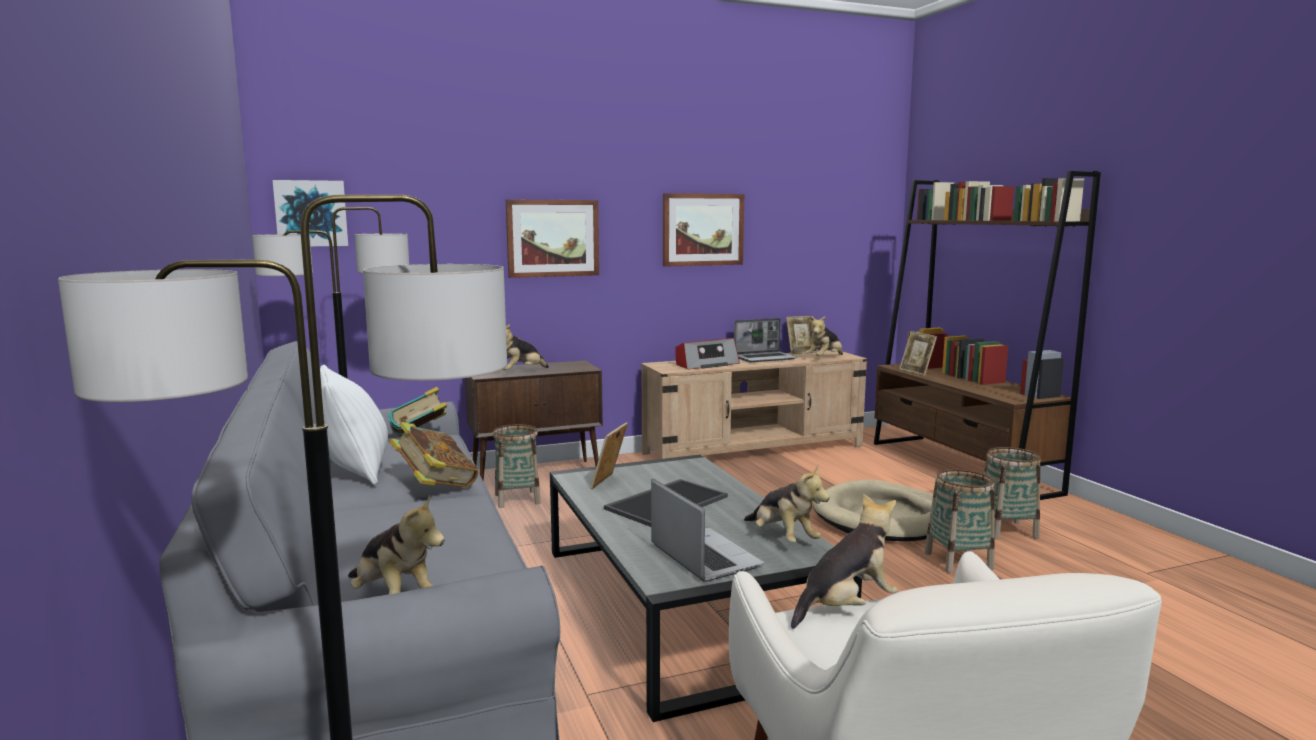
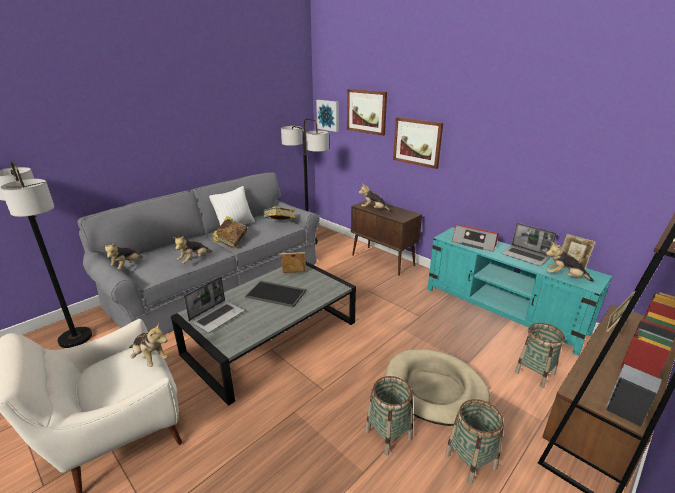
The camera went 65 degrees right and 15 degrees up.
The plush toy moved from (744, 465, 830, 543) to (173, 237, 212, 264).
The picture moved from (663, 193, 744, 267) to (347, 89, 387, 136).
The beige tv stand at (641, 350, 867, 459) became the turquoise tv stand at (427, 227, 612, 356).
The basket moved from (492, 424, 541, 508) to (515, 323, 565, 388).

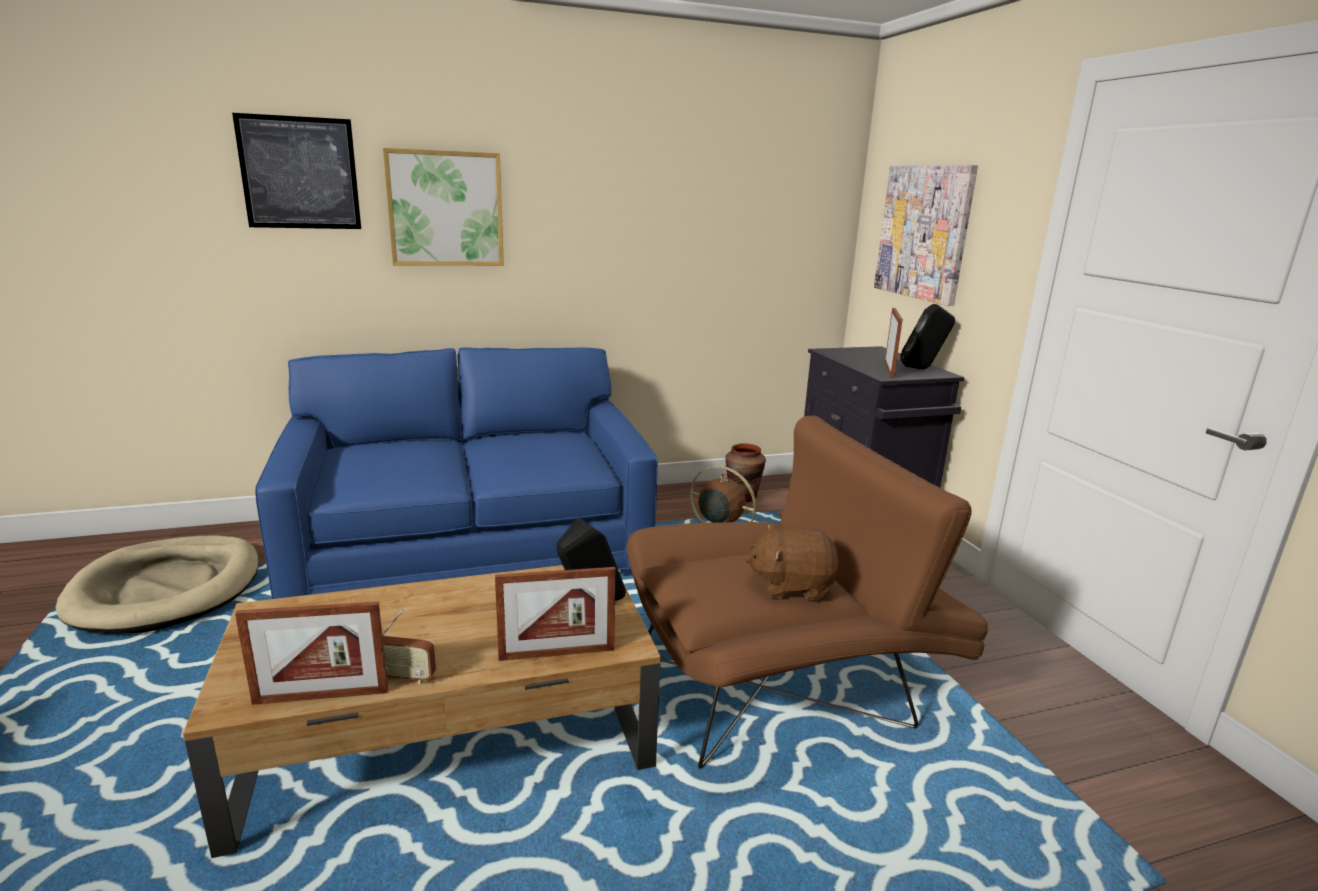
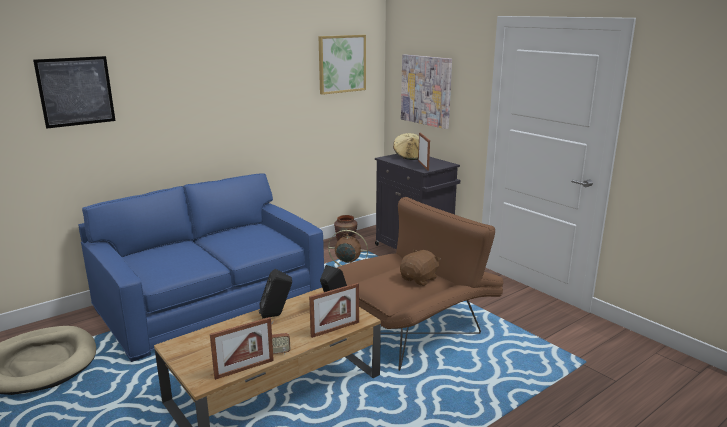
The camera went 20 degrees left and 0 degrees up.
The black speaker moved from (901, 304, 955, 369) to (259, 269, 292, 318).
The picture moved from (383, 148, 504, 266) to (319, 35, 366, 95).
The beige hat at (393, 133, 419, 160) appeared.
The brown plush toy at (745, 523, 839, 600) turned 150 degrees clockwise.

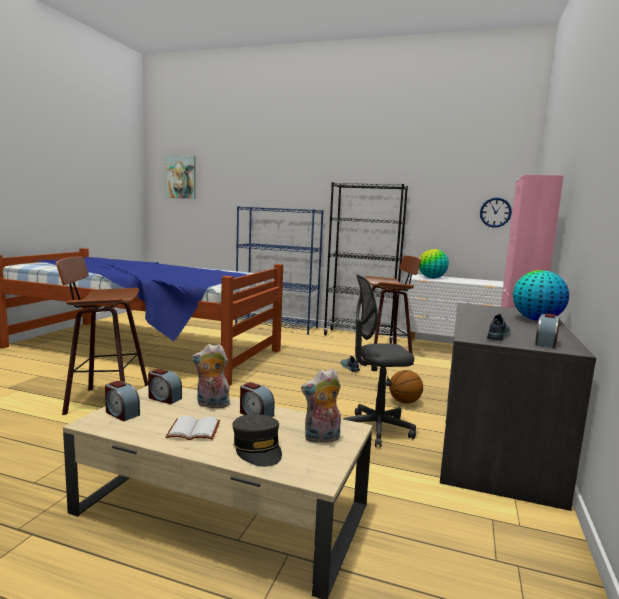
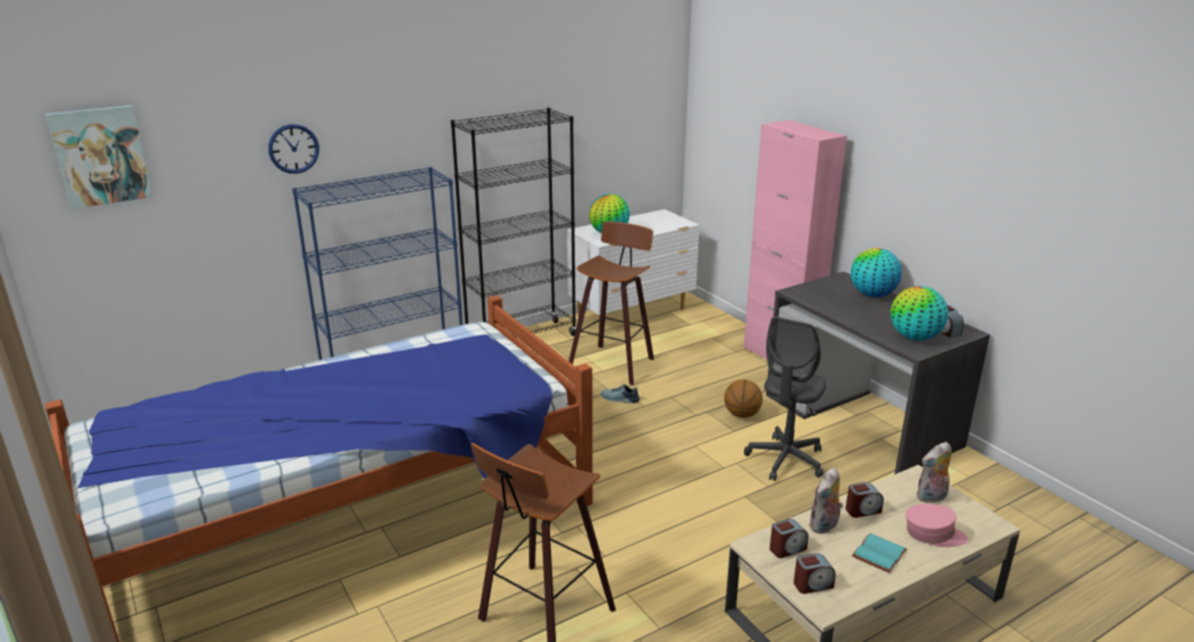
The camera went 50 degrees left and 15 degrees up.
The wall clock moved from (480, 197, 512, 228) to (268, 124, 319, 174).
The white book at (166, 416, 220, 440) became the turquoise book at (852, 533, 907, 573).
The shoe at (487, 313, 511, 341) was replaced by the globe at (890, 286, 948, 341).
The grey cap at (233, 414, 282, 467) became the pink cap at (906, 504, 968, 547).
The plush toy at (301, 369, 341, 443) turned 45 degrees clockwise.

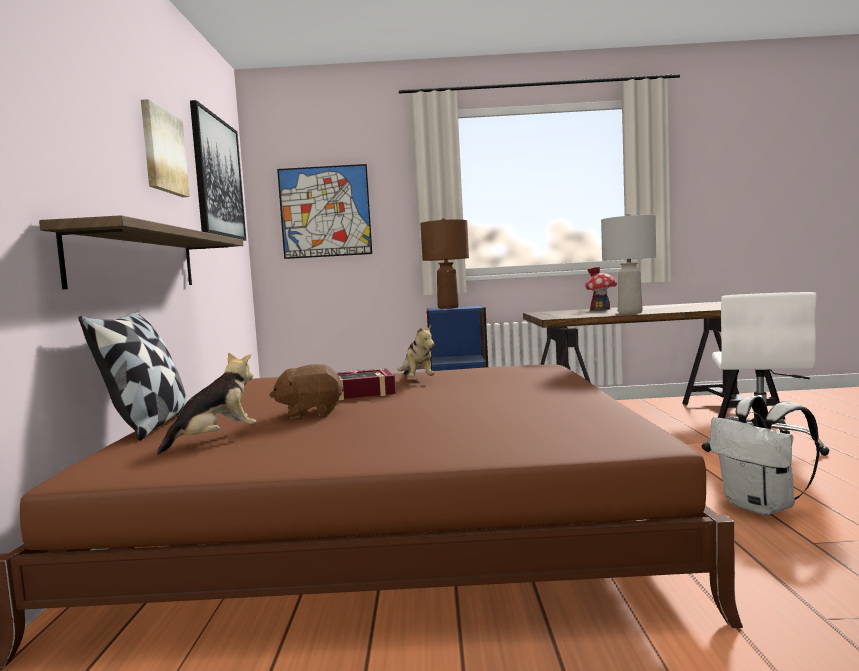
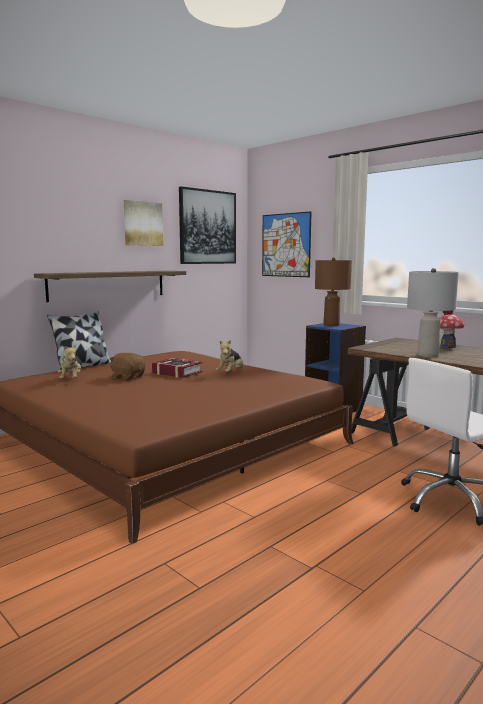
The camera went 45 degrees right and 5 degrees up.
The plush toy at (157, 352, 256, 455) turned 75 degrees clockwise.
The white backpack at (710, 396, 820, 515) disappeared.

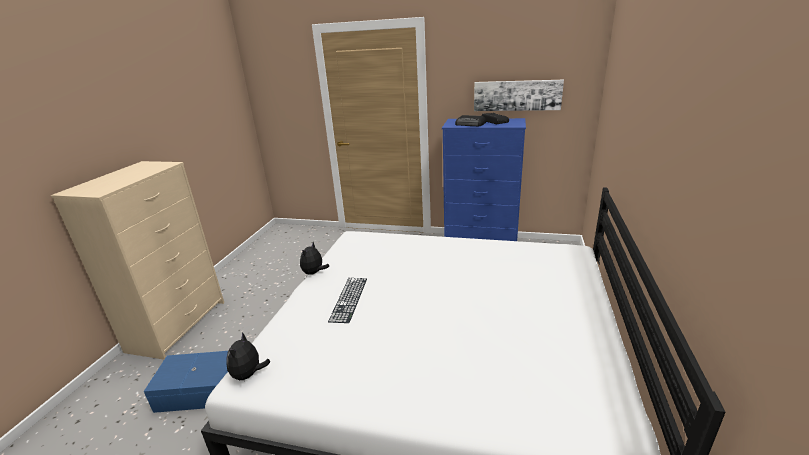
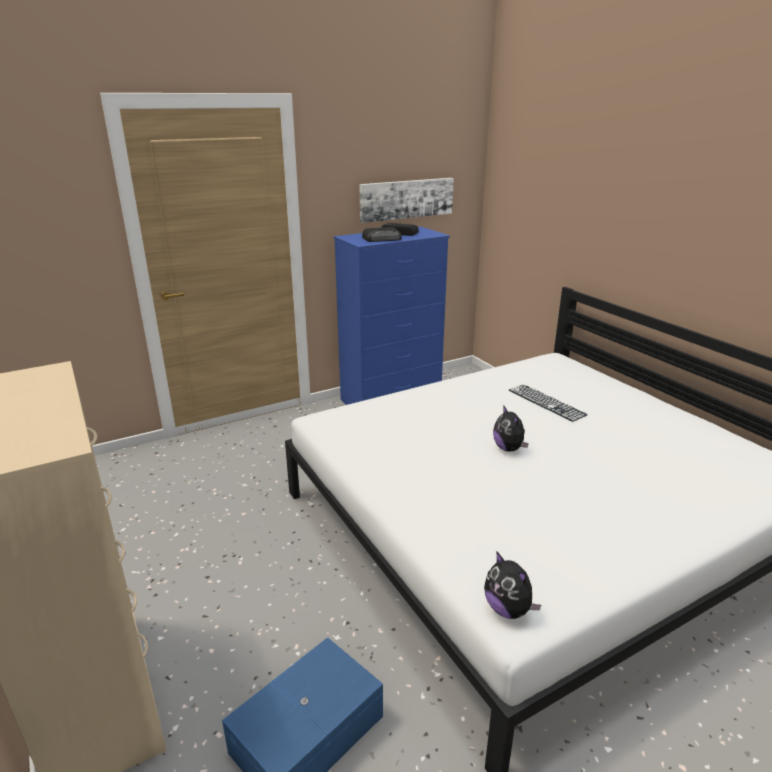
The camera went 45 degrees left and 0 degrees up.
The plush toy moved from (300, 242, 329, 275) to (493, 405, 529, 452).
The keyboard moved from (328, 278, 367, 323) to (509, 384, 588, 422).

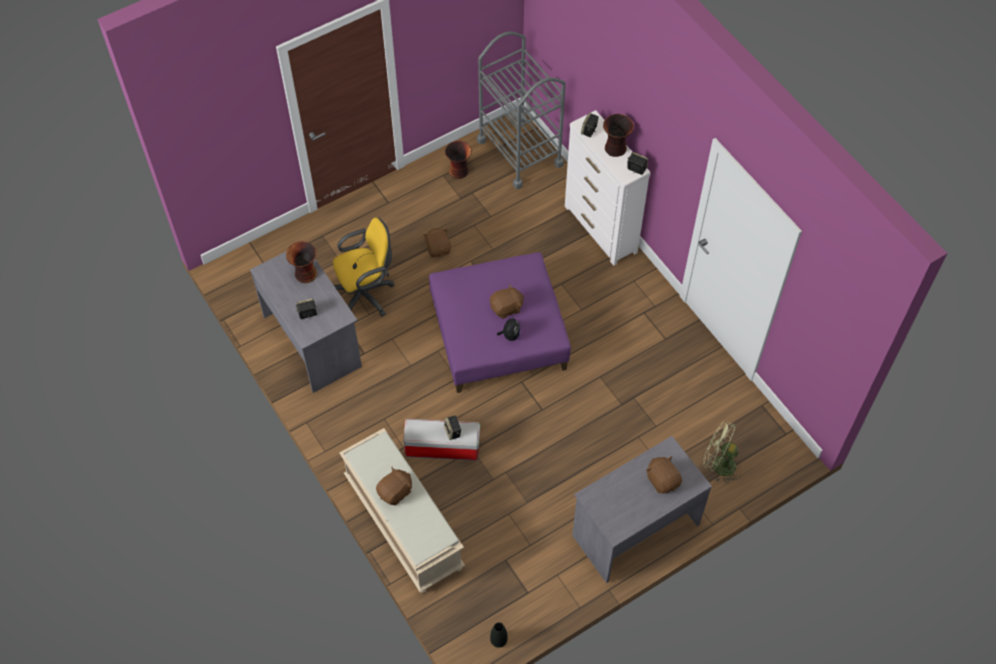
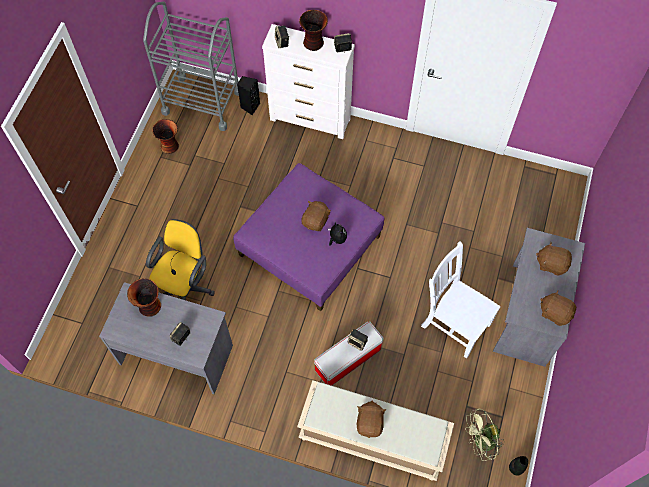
The camera went 40 degrees left and 5 degrees up.
The black speaker at (237, 76, 260, 115) appeared.
The white chair at (421, 241, 501, 359) appeared.
The green fan moved from (703, 421, 740, 484) to (465, 408, 504, 461).
The brown plush toy moved from (423, 228, 451, 258) to (540, 290, 576, 326).

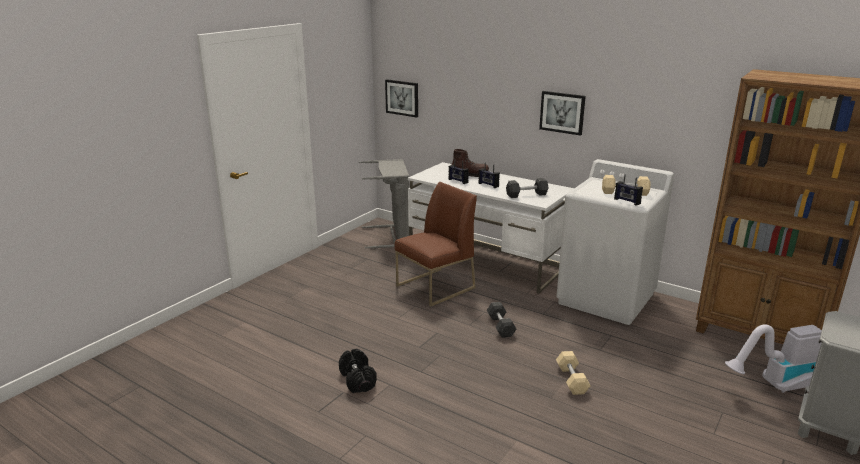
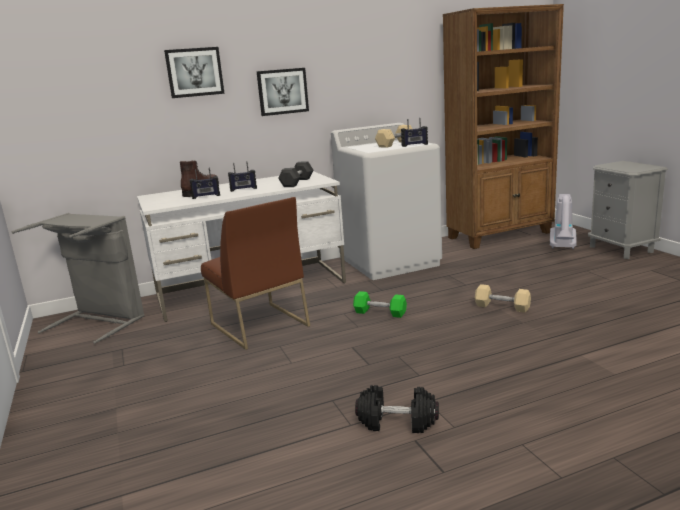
The camera went 55 degrees left and 5 degrees down.
The picture moved from (385, 79, 418, 118) to (164, 47, 225, 98).
The brown chair at (394, 182, 477, 307) turned 150 degrees clockwise.
The grey dumbbell at (487, 302, 516, 338) became the green dumbbell at (353, 291, 407, 318).

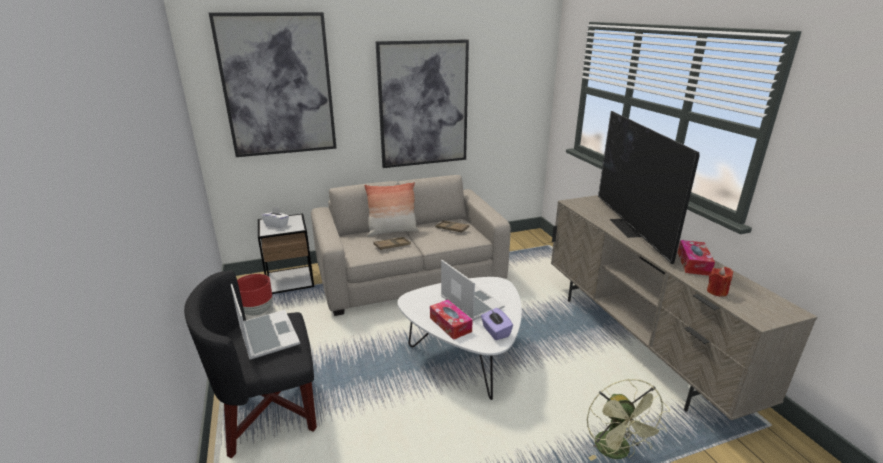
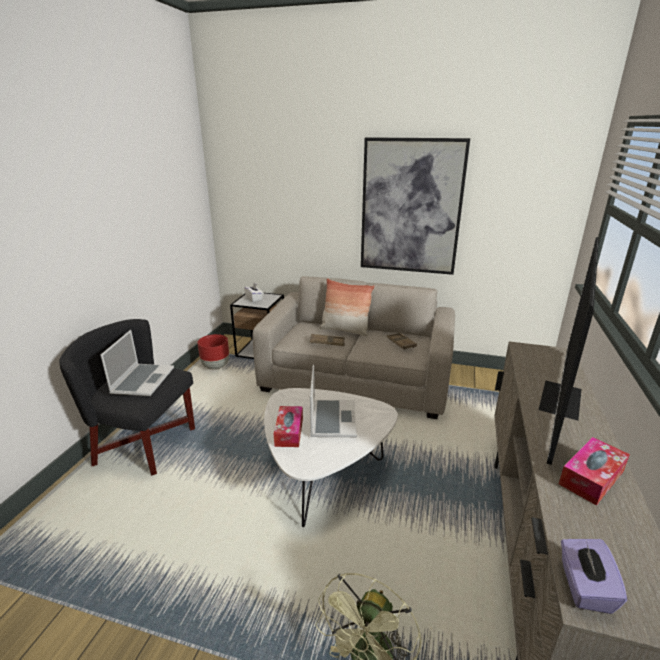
The camera went 35 degrees right and 0 degrees up.
The purple tissue box moved from (481, 308, 513, 340) to (561, 539, 627, 614).
The picture at (209, 12, 337, 157) disappeared.
The red candle at (707, 267, 733, 297) disappeared.

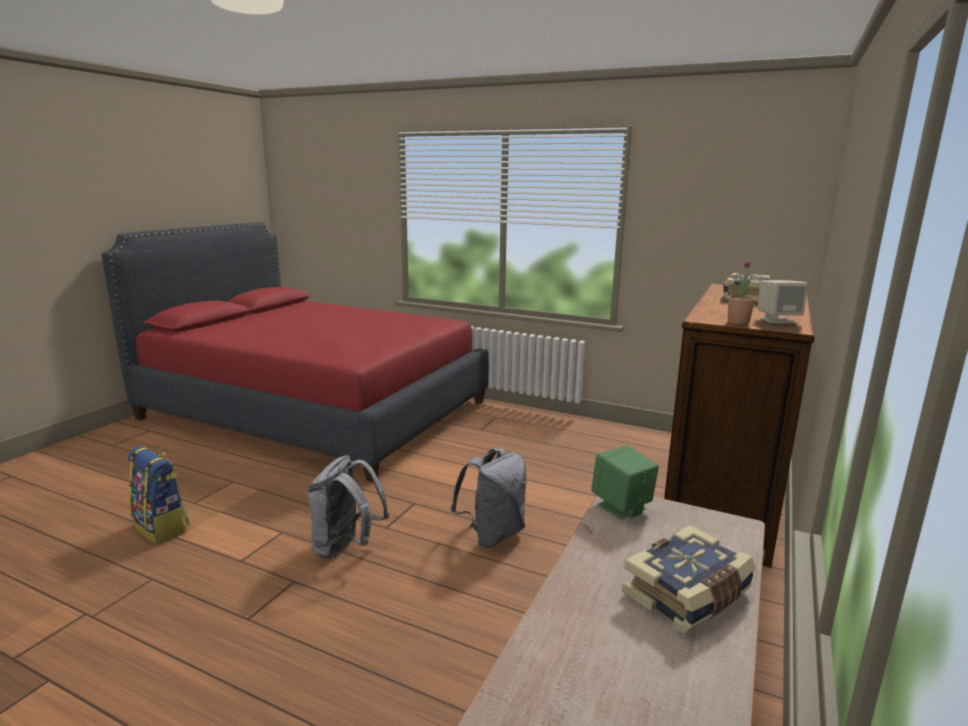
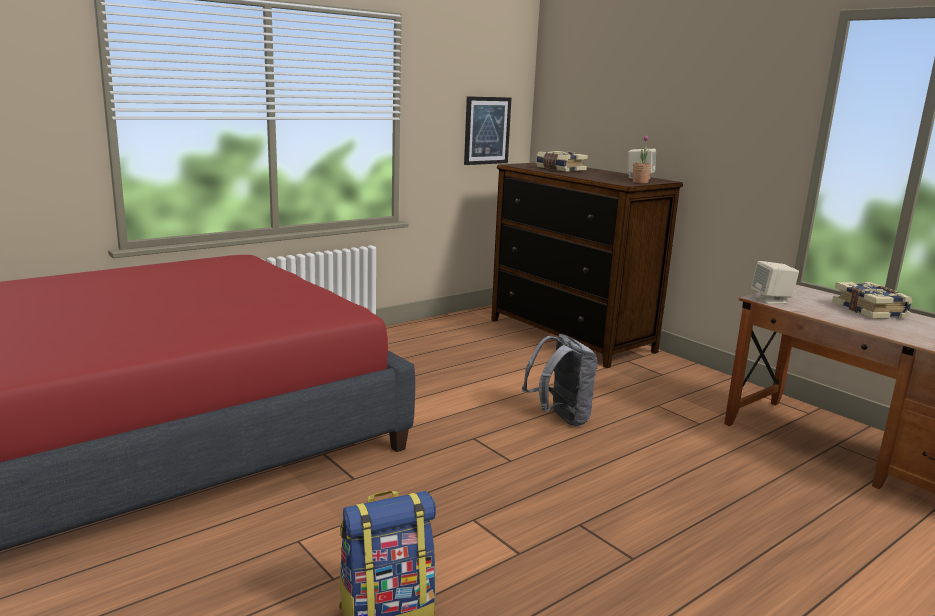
The camera went 65 degrees left and 0 degrees up.
The picture at (464, 96, 511, 165) appeared.
The green speaker at (591, 445, 659, 519) became the beige speaker at (751, 261, 799, 304).
The grey backpack at (307, 455, 389, 559) disappeared.

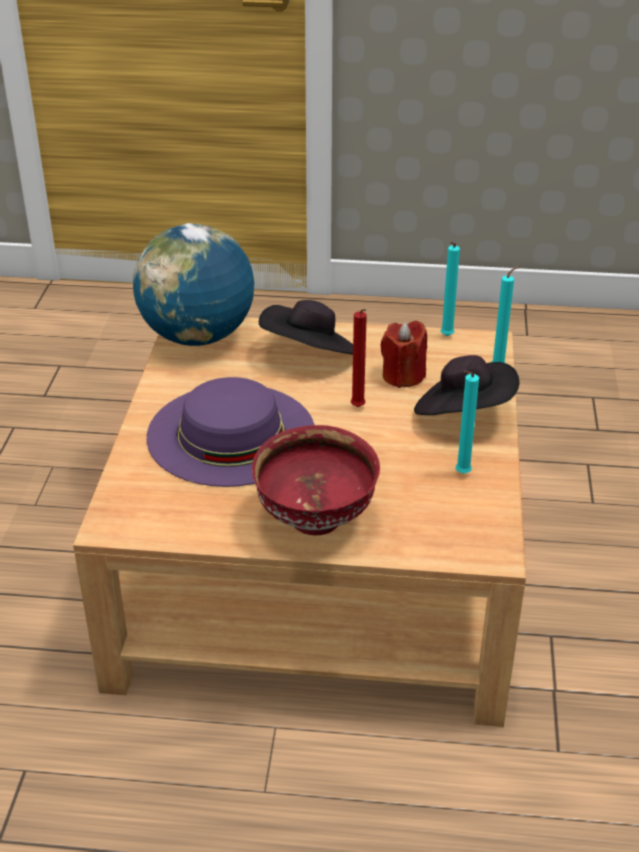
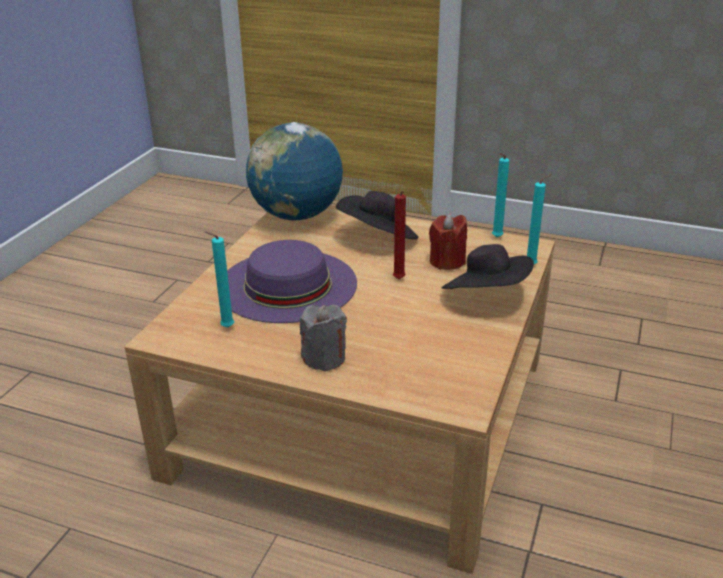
The camera went 15 degrees right and 5 degrees down.
The turquoise candle moved from (456, 371, 479, 474) to (205, 231, 234, 328).
The red bowl at (252, 425, 380, 535) was replaced by the grey candle at (300, 305, 347, 371).

